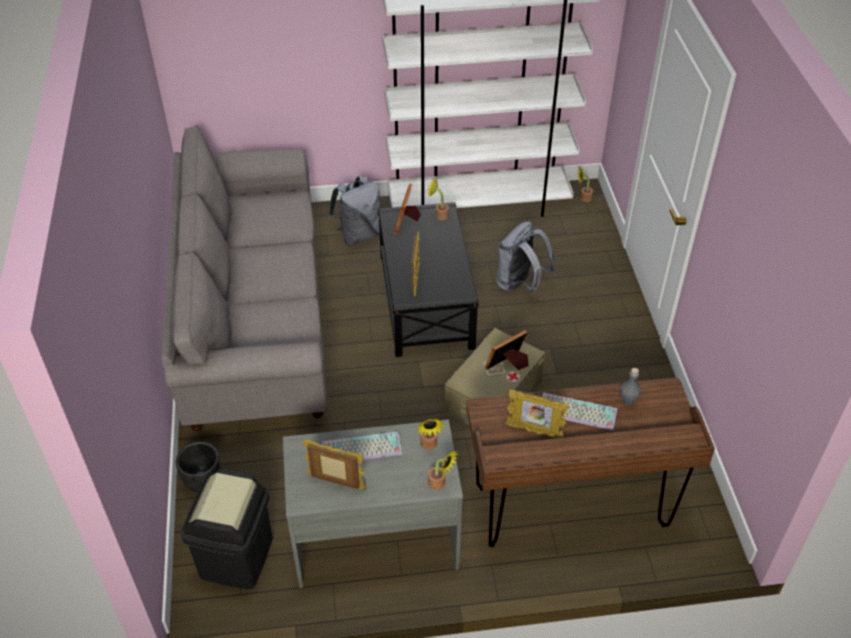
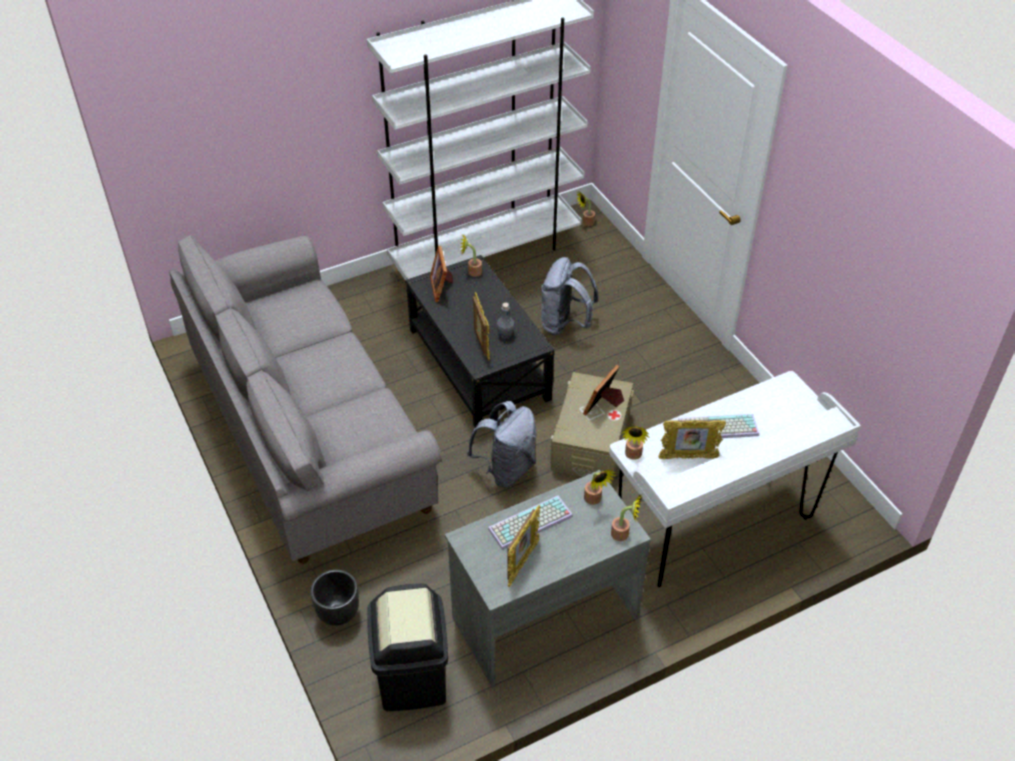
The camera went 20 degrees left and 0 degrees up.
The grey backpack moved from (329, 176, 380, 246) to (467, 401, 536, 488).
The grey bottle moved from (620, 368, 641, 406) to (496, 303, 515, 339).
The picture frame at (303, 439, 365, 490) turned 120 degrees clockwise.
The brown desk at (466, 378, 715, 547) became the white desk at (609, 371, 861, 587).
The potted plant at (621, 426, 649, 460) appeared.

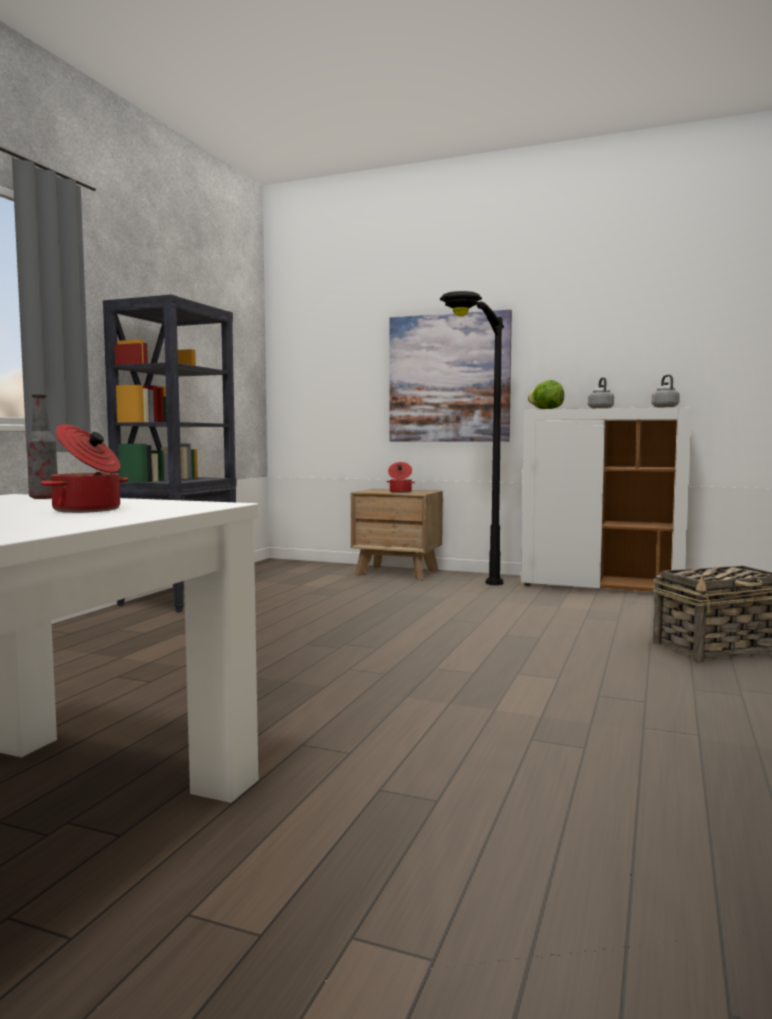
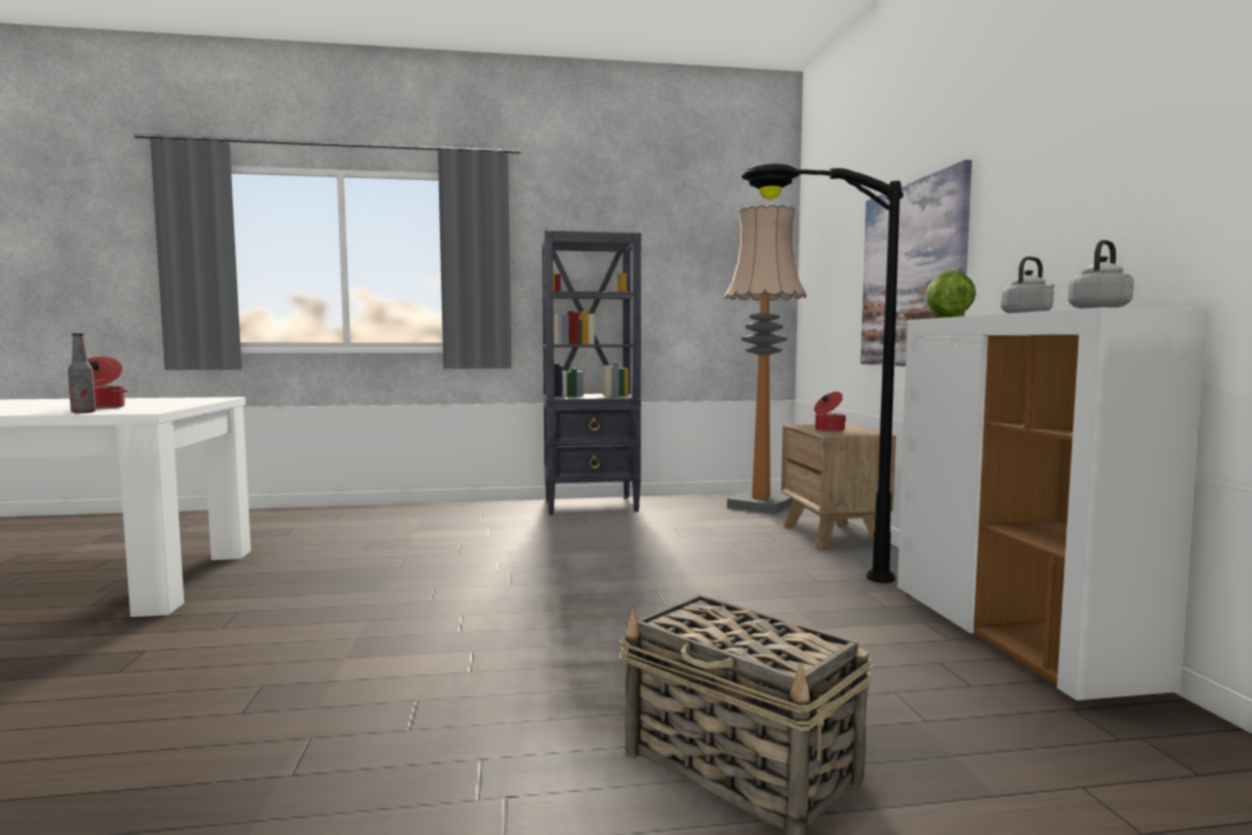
The camera went 60 degrees right and 0 degrees up.
The bottle moved from (27, 394, 58, 499) to (68, 333, 96, 413).
The floor lamp at (724, 205, 807, 514) appeared.

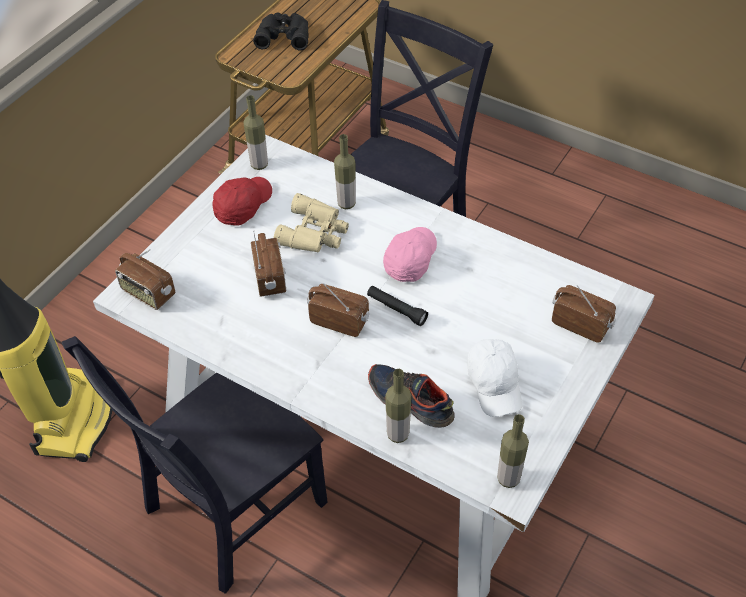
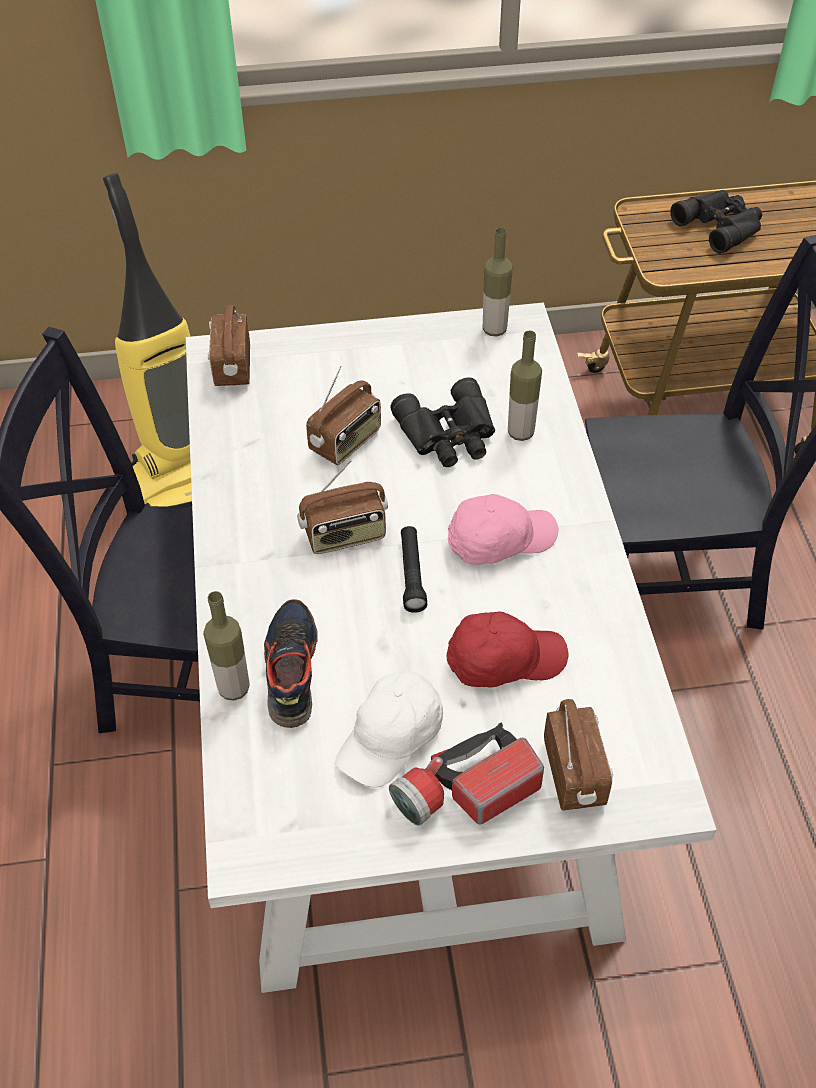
The camera went 50 degrees right and 0 degrees up.
The radio at (307, 283, 369, 337) turned 90 degrees clockwise.
The flashlight at (389, 722, 544, 826) appeared.
The beige binoculars at (273, 193, 349, 252) became the black binoculars at (391, 377, 495, 467).
The red cap moved from (212, 177, 272, 226) to (447, 612, 568, 688).
The bottle at (497, 414, 529, 488) disappeared.

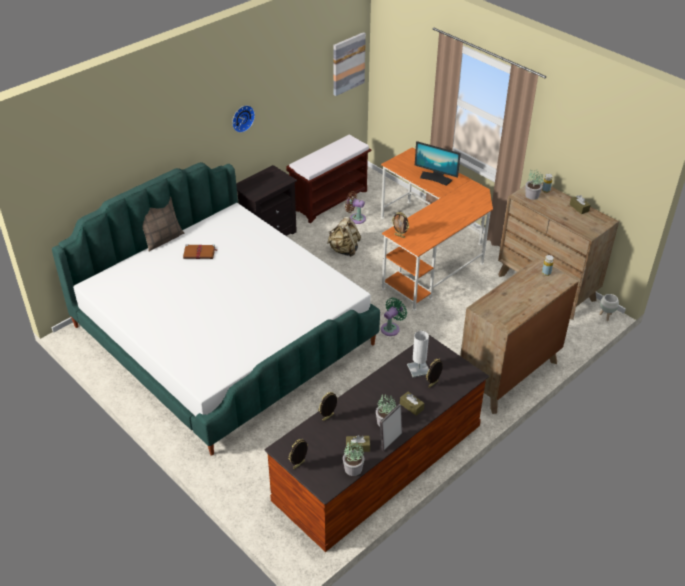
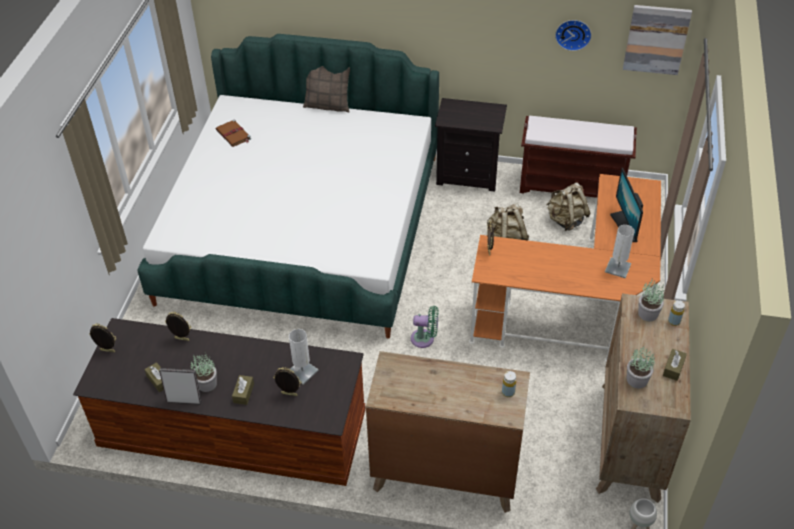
The camera went 55 degrees right and 5 degrees up.
The brown book moved from (183, 244, 218, 259) to (216, 119, 251, 147).
The brown fan at (345, 191, 366, 224) was replaced by the beige backpack at (546, 182, 590, 231).
The wall clock moved from (232, 105, 255, 133) to (555, 20, 592, 51).
The white table lamp at (605, 225, 635, 278) appeared.
The potted plant moved from (343, 441, 365, 476) to (627, 345, 655, 389).

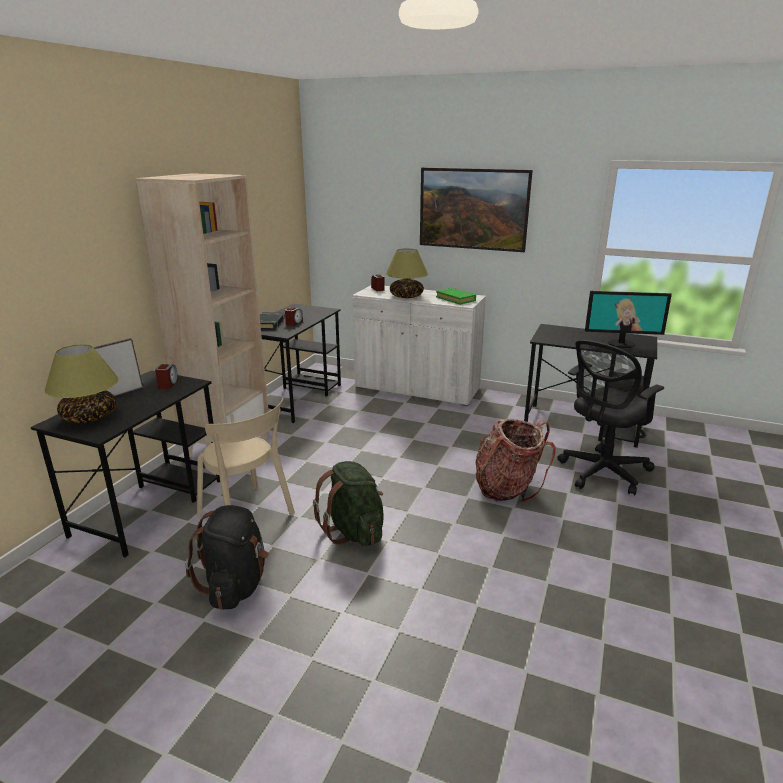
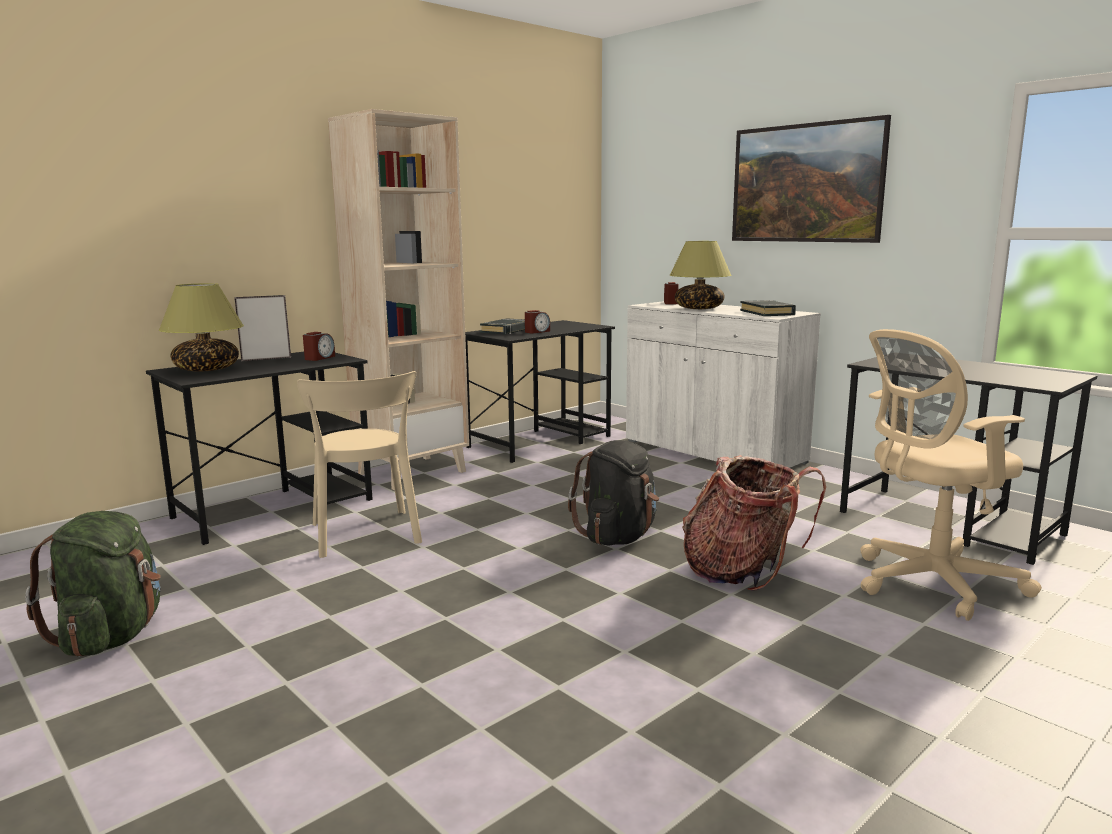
The camera went 25 degrees right and 10 degrees down.
The green backpack moved from (313, 461, 384, 546) to (25, 511, 161, 657).
The black backpack moved from (186, 505, 269, 610) to (568, 440, 659, 546).
The green book at (436, 288, 476, 305) became the black book at (740, 300, 796, 316).
The black office chair at (557, 340, 665, 495) became the beige office chair at (860, 329, 1042, 621).
The monitor at (585, 291, 672, 348) disappeared.

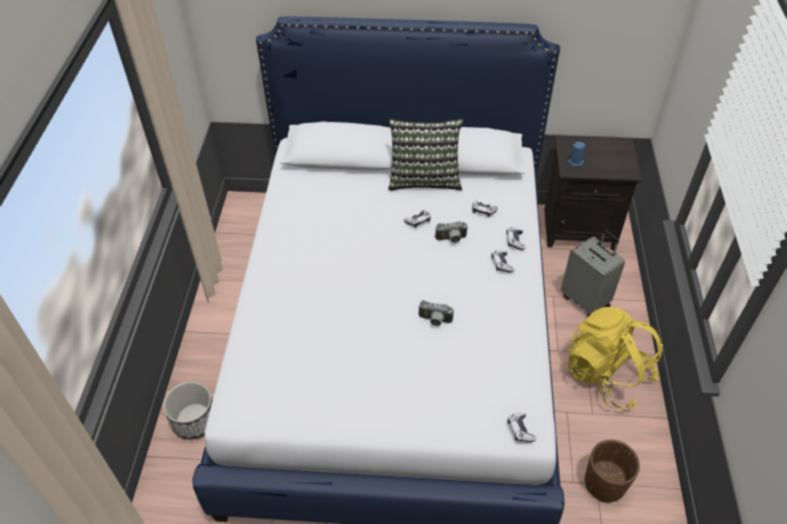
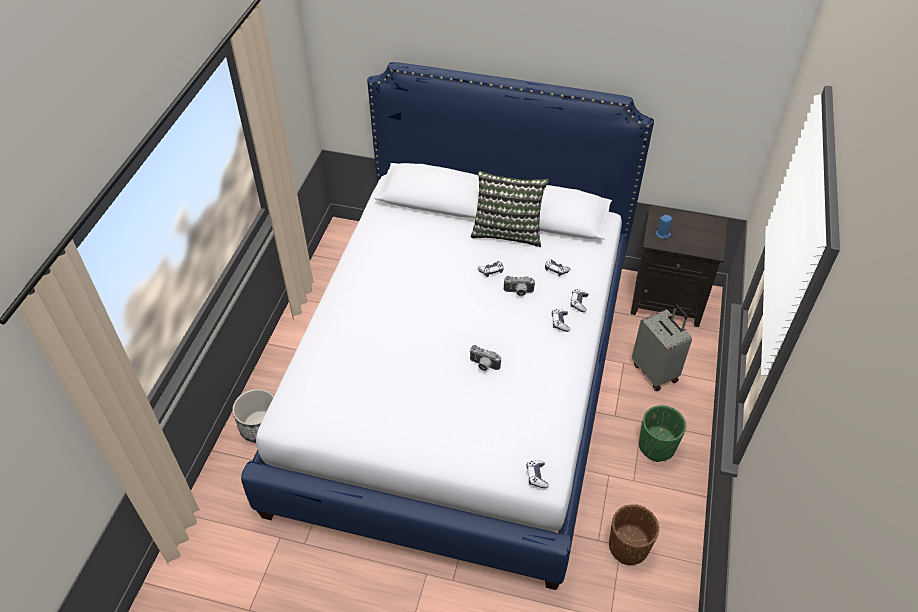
The camera went 10 degrees right and 0 degrees up.
The yellow backpack at (567, 307, 663, 409) was replaced by the green planter at (639, 405, 686, 462).

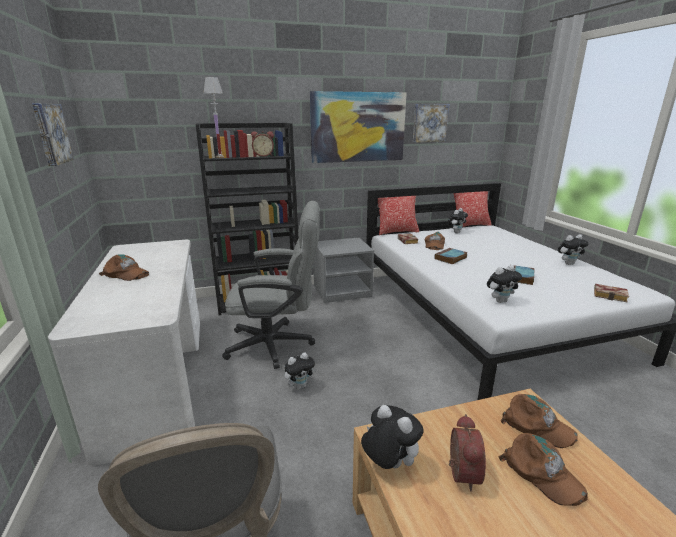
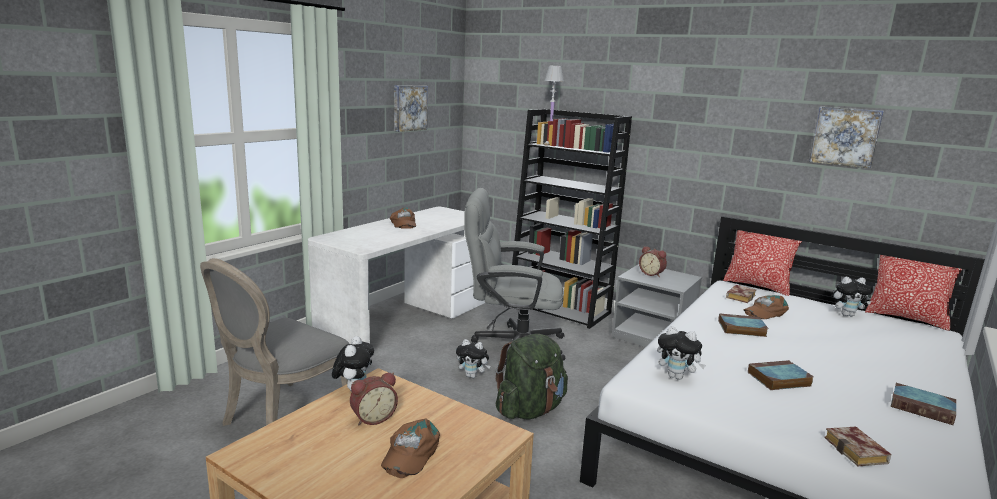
The camera went 50 degrees right and 5 degrees down.
The grey office chair at (222, 201, 320, 369) turned 135 degrees clockwise.
The green backpack at (496, 334, 568, 419) appeared.
The alarm clock moved from (251, 131, 274, 157) to (639, 246, 667, 277).
The plush toy at (558, 234, 588, 265) was replaced by the book at (891, 383, 956, 425).
The picture at (310, 91, 406, 163) disappeared.
The brown cap at (501, 394, 578, 448) disappeared.

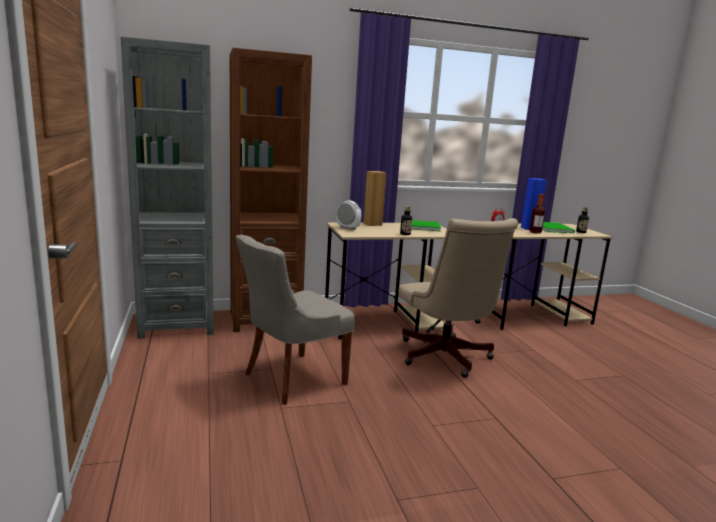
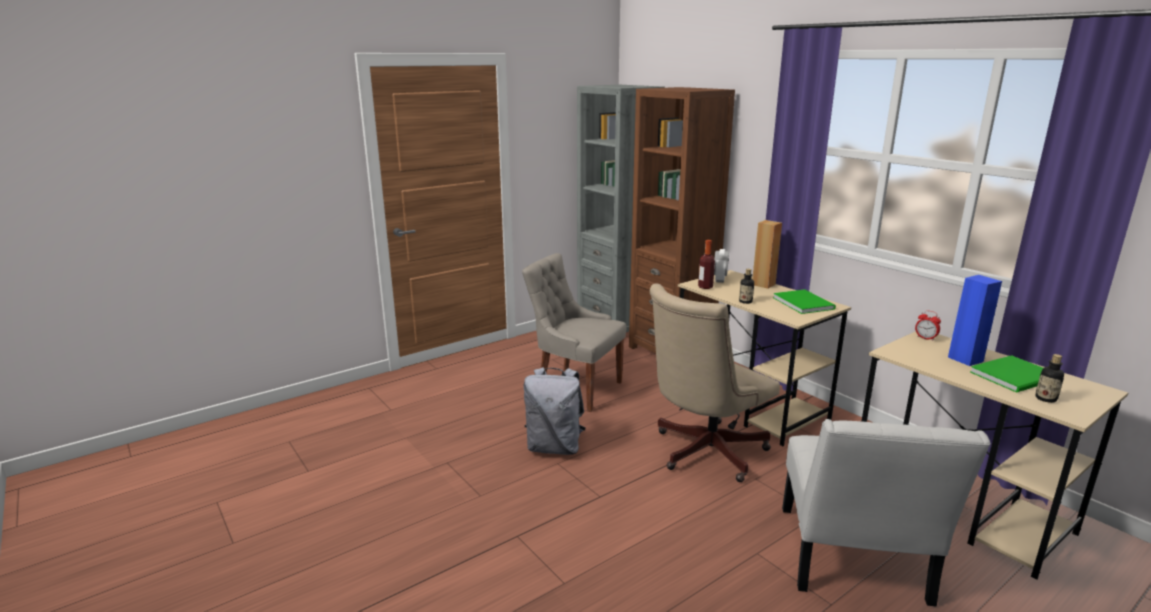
The camera went 70 degrees right and 5 degrees up.
The grey backpack at (523, 367, 586, 455) appeared.
The bottle moved from (530, 194, 545, 234) to (698, 240, 715, 289).
The white chair at (782, 419, 990, 606) appeared.

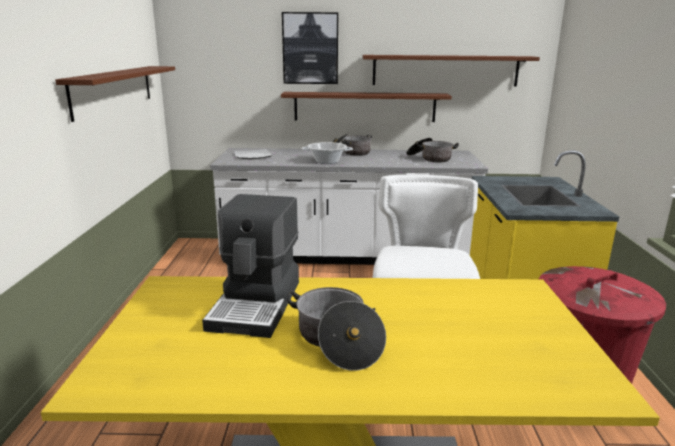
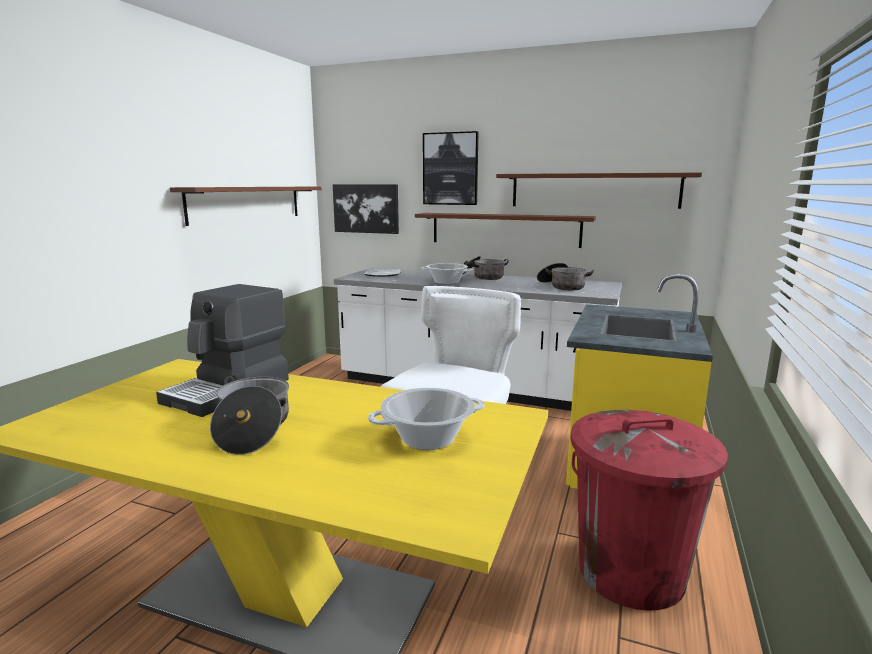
The camera went 20 degrees right and 5 degrees down.
The picture at (333, 184, 399, 234) appeared.
The cooking pot at (368, 388, 485, 450) appeared.

